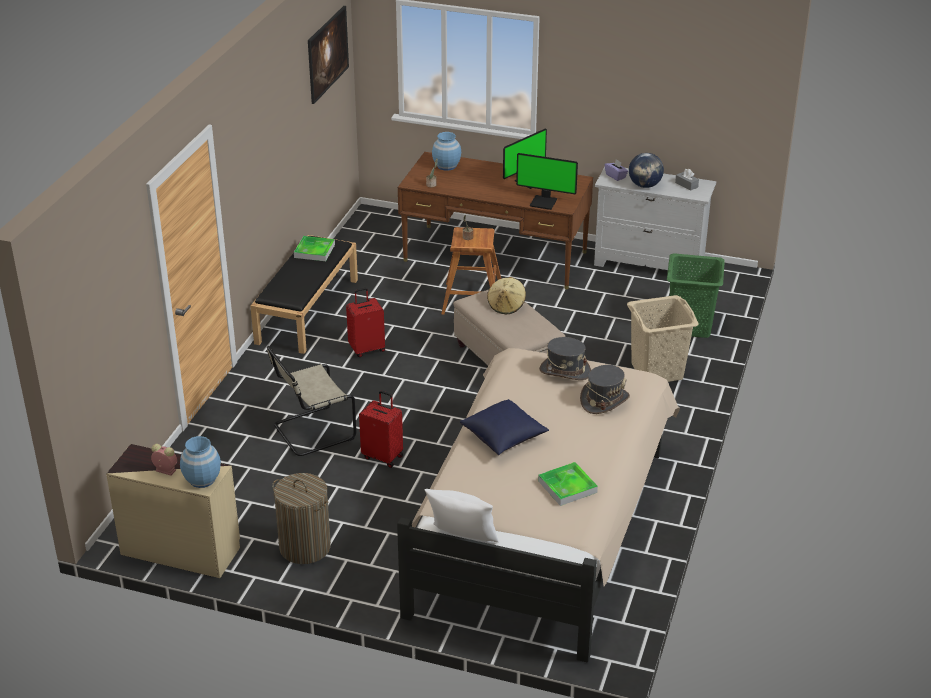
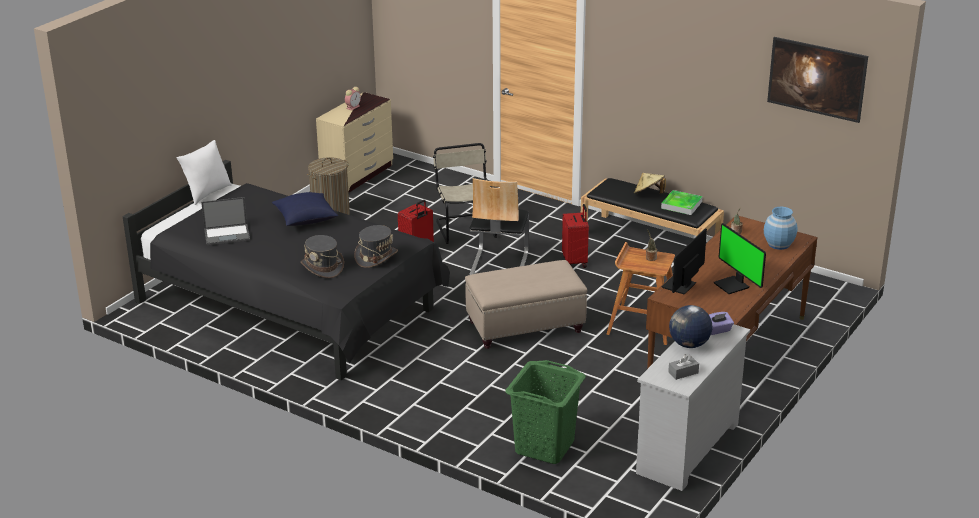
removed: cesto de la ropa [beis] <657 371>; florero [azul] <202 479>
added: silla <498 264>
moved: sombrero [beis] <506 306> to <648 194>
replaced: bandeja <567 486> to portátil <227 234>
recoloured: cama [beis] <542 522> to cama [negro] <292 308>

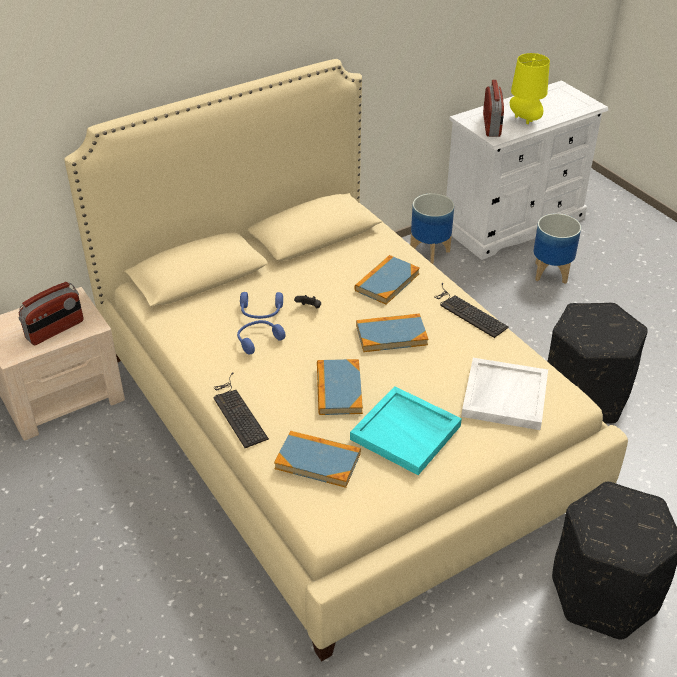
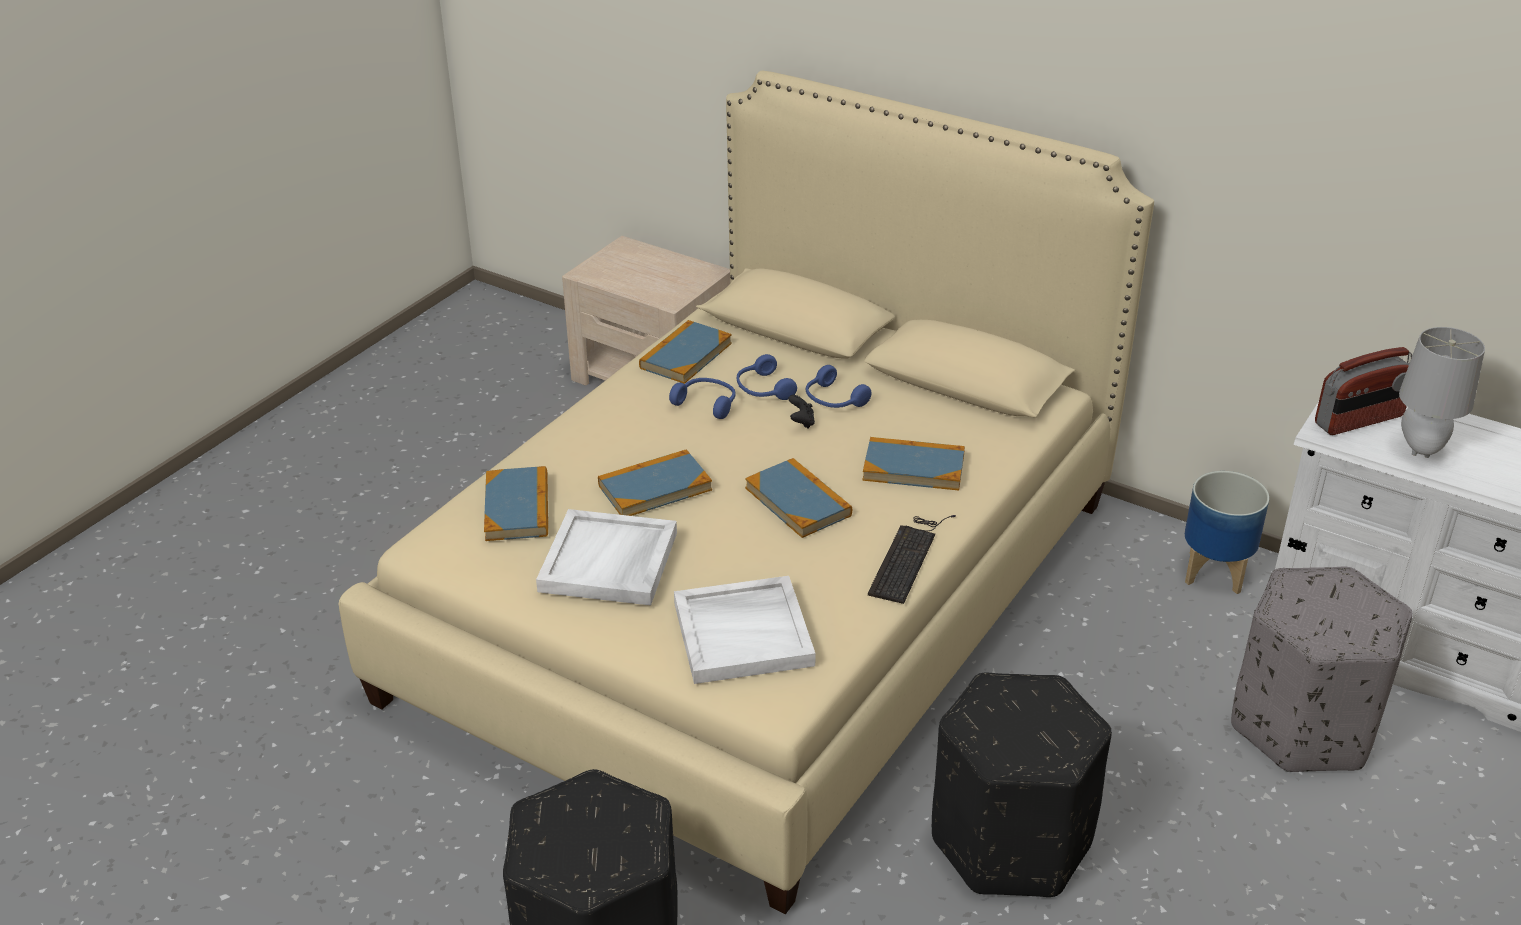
removed: radio <55 330>; teclado <237 411>
added: libro <685 355>; auriculares [azul] <833 400>
replaced: maceta <550 272> to puf [gris] <1304 725>
recoloured: lámpara de mesa [amarillo] <525 120> to lámpara de mesa [gris] <1421 449>; bandeja [turquesa] <406 432> to bandeja [blanco] <609 563>

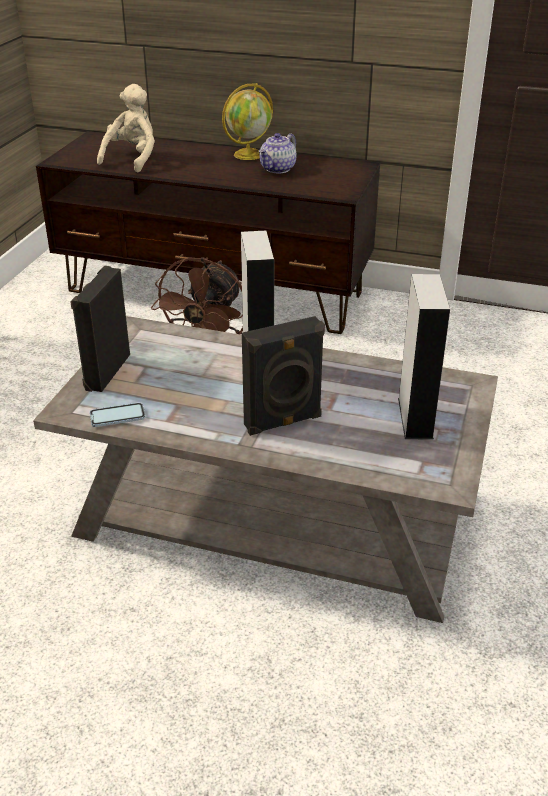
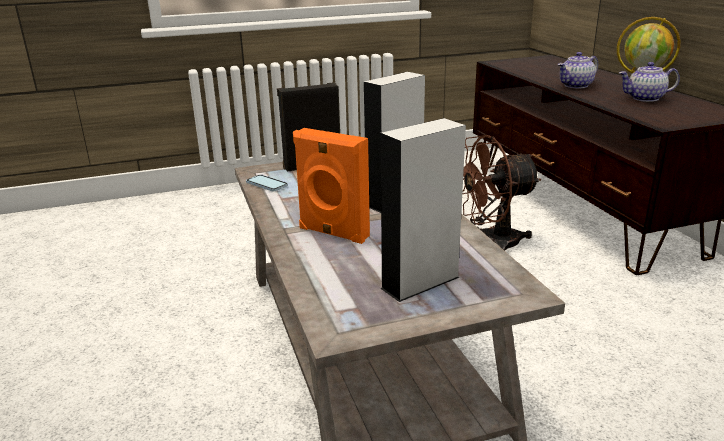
removed: peluche [beis] <132 159>
added: tetera <576 86>
recoloured: altavoz [negro] <283 422> to altavoz [naranja] <332 233>

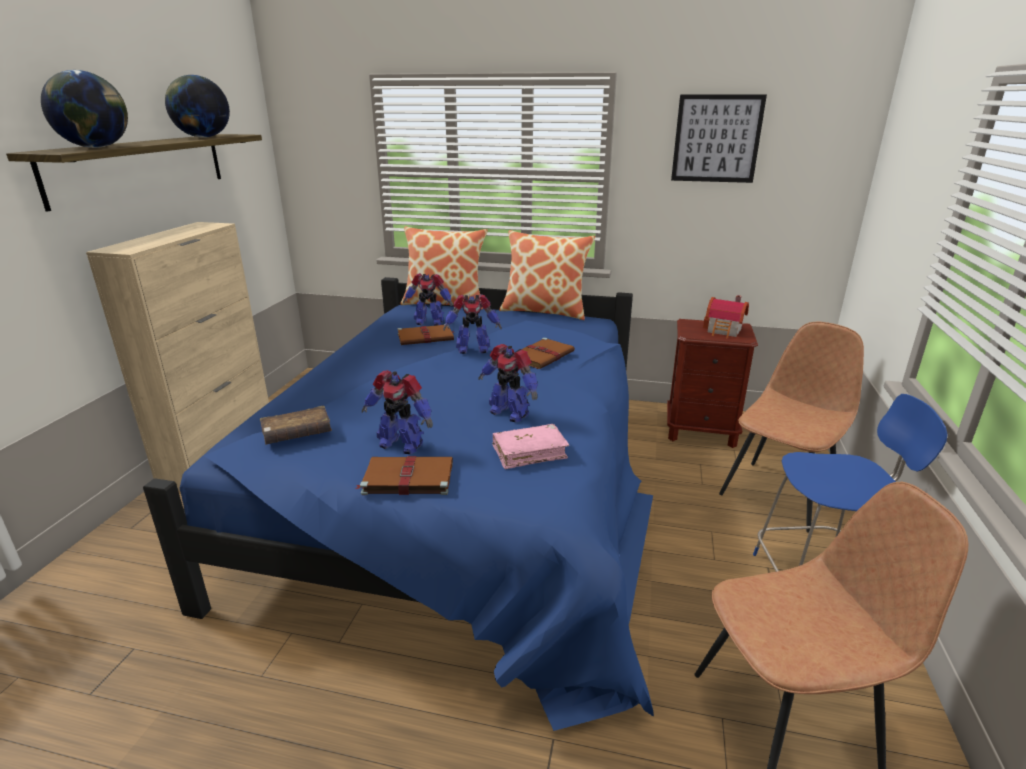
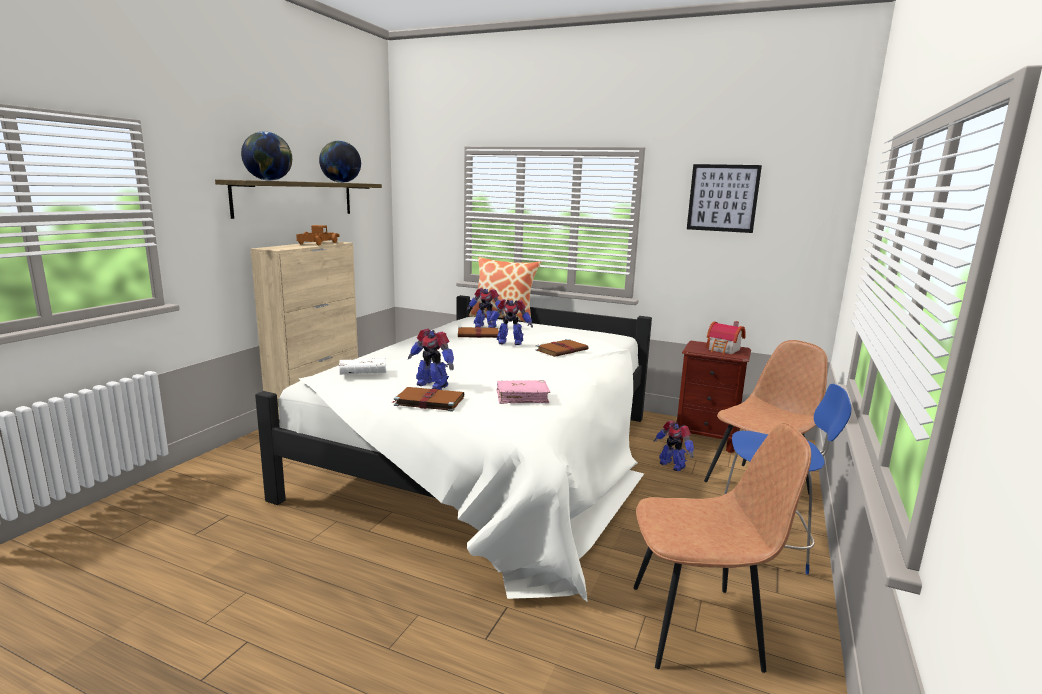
removed: cojín <545 311>
added: camión de juguete <317 243>
moved: robot de juguete <509 413> to <672 465>
recoloured: cama [azul] <466 498> to cama [blanco] <492 460>; libro [marrón] <297 434> to libro [blanco] <363 373>

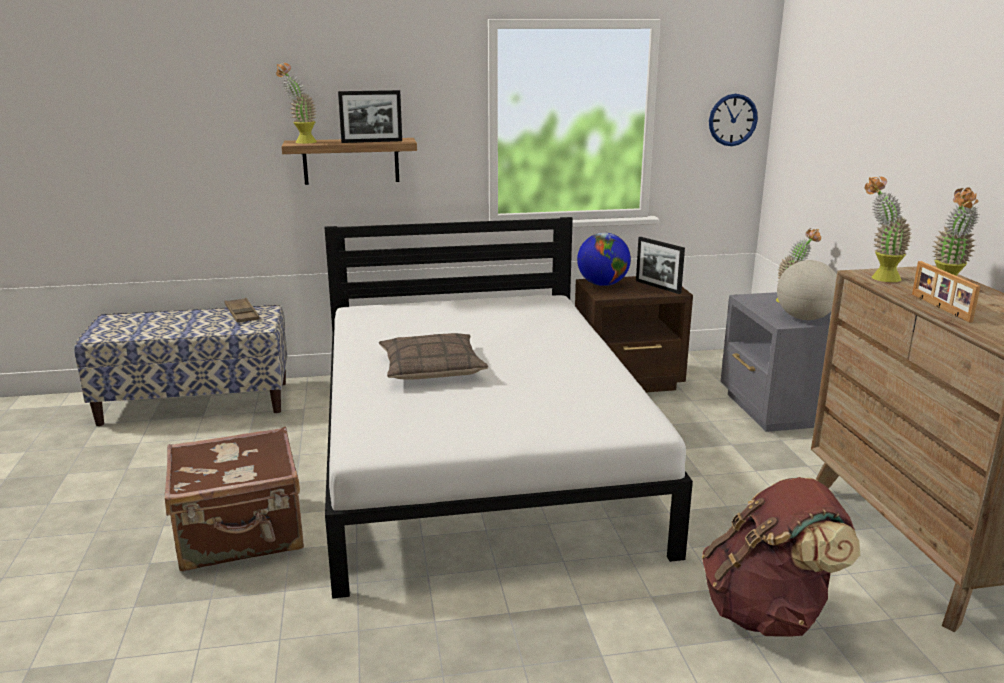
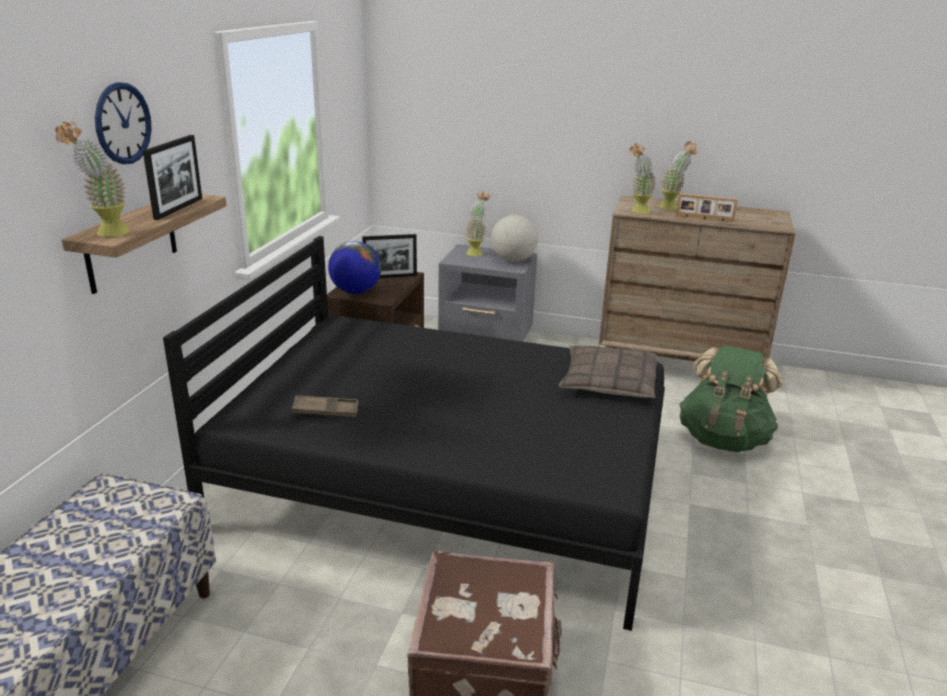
moved: reloj de pared <732 120> to <123 123>; bandeja [marrón] <242 314> to <325 411>; cojín <431 368> to <608 382>
recoloured: cama [blanco] <478 457> to cama [negro] <447 484>; mochila [marrón] <768 612> to mochila [verde] <723 439>

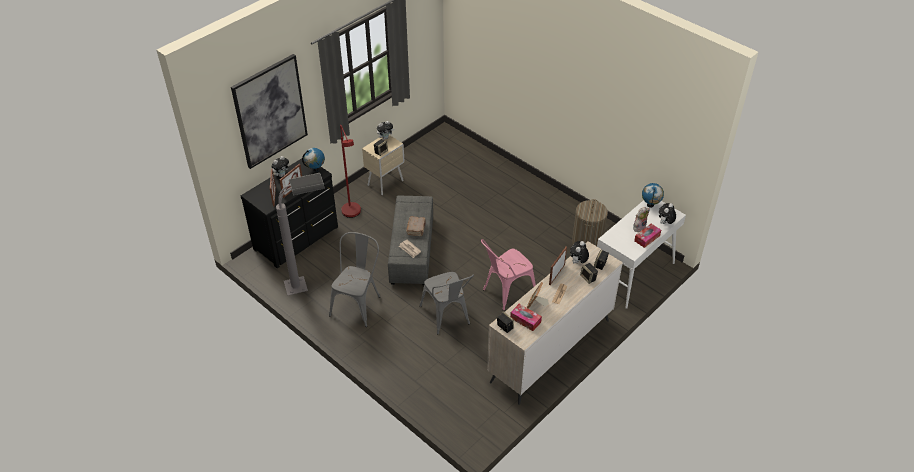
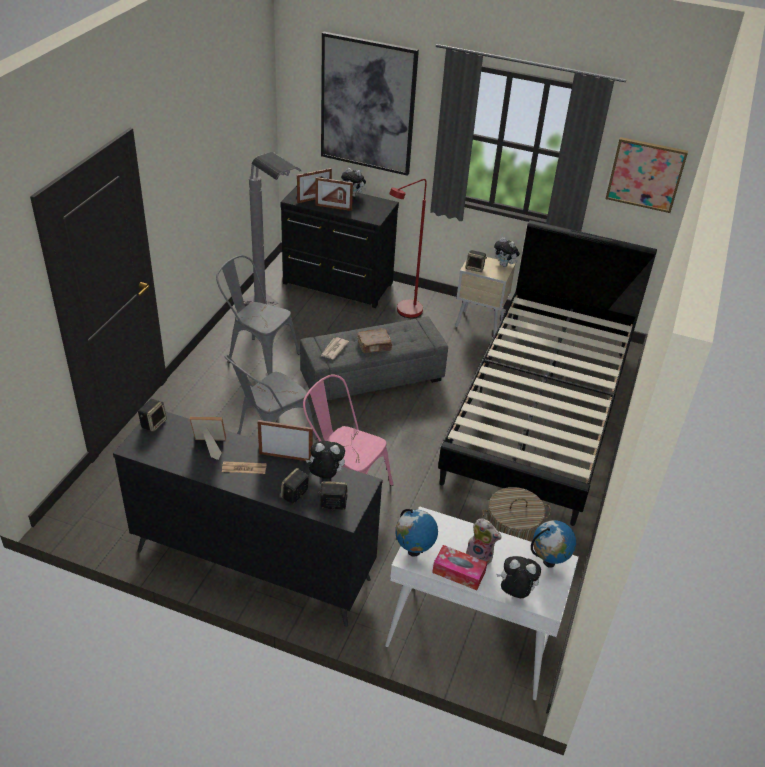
removed: caja de pañuelos <525 320>
added: cuadro <645 174>; cama [negro] <540 412>
moved: globo terráqueo <315 170> to <414 551>
recoloured: cómoda [beis] <550 350> to cómoda [negro] <252 564>
turned: silla [gris] <358 303> = <258 356> 150 degrees counterclockwise

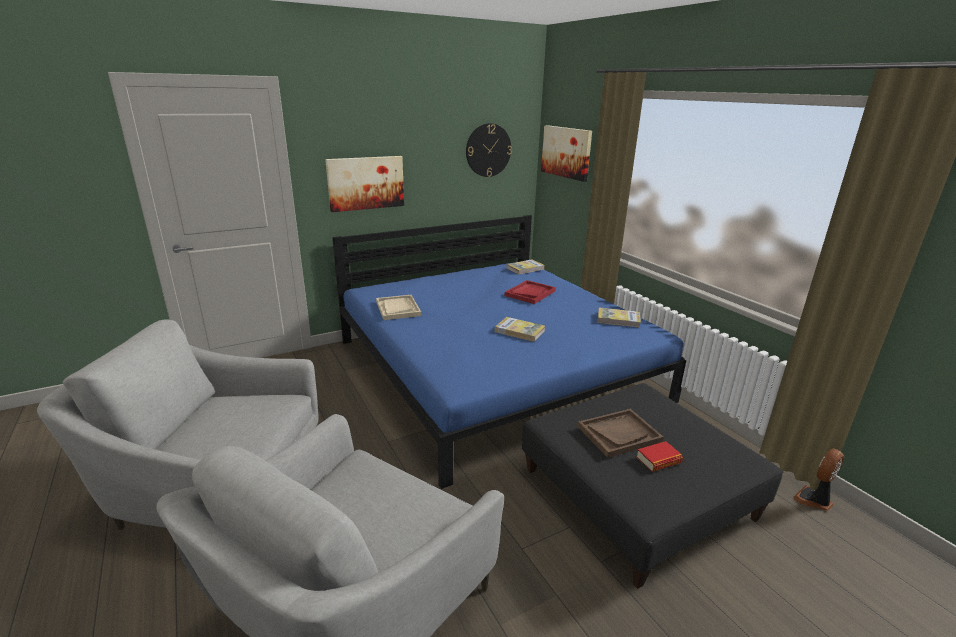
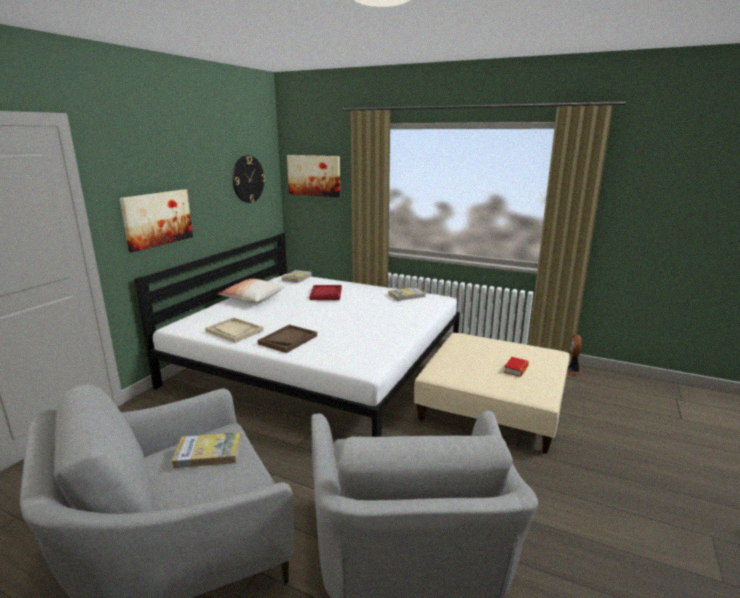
added: cojín <252 299>
moved: libro <519 331> to <208 452>; bandeja [marrón] <619 434> to <288 340>
recoloured: cama [azul] <495 369> to cama [blanco] <319 364>; puf [negro] <636 493> to puf [beis] <492 405>

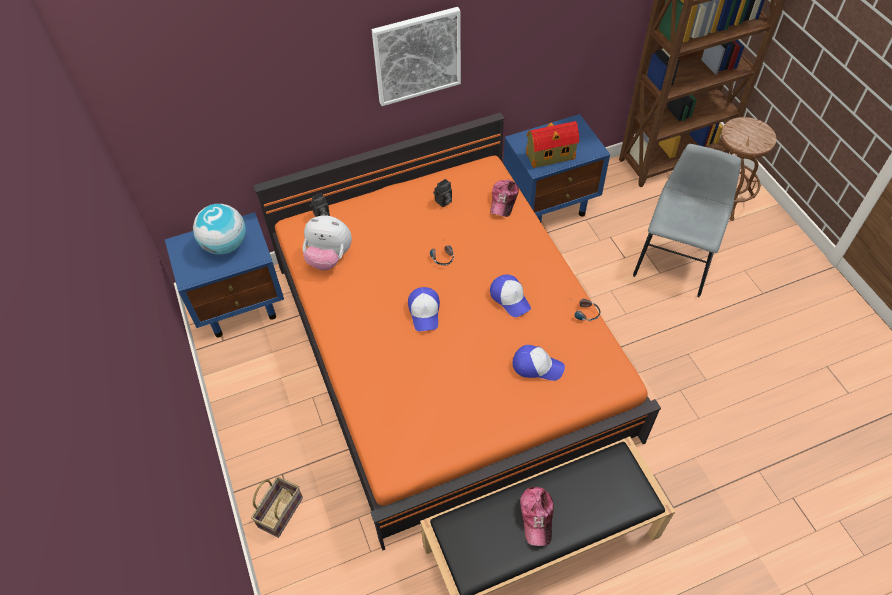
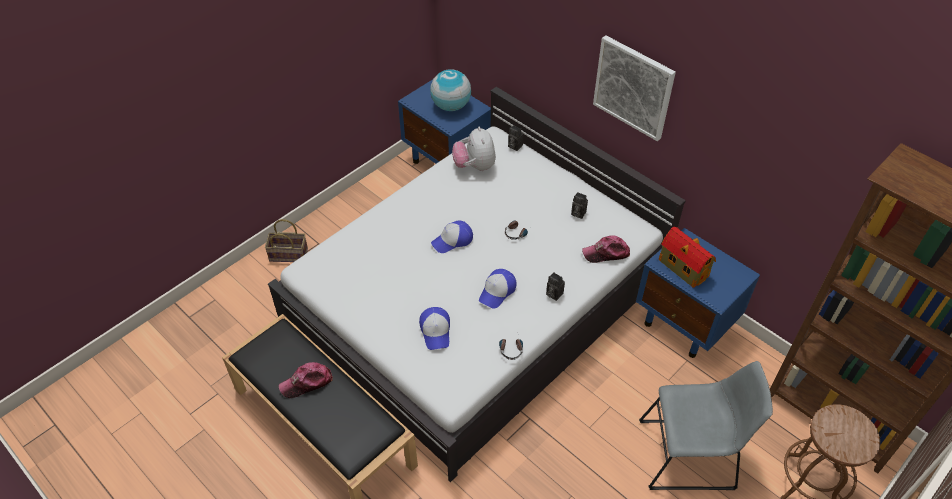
added: cámara <553 294>
recoloured: cama [naranja] <447 347> to cama [blanco] <477 301>

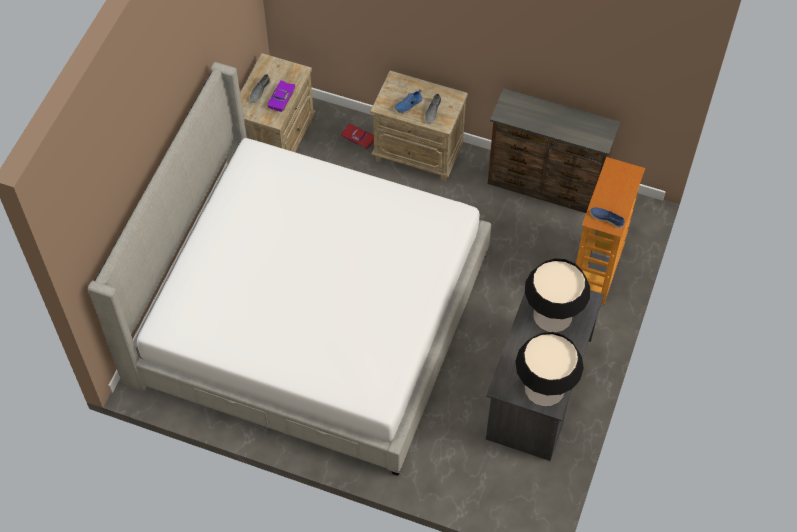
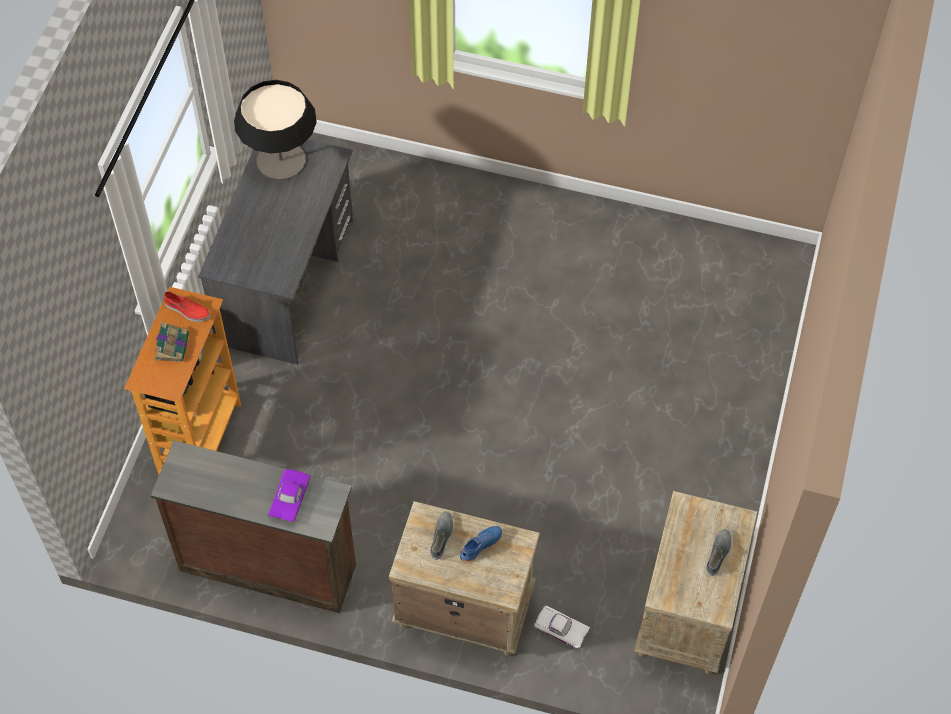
removed: cama <310 316>; lámpara de mesa <552 315>
added: libro <172 346>
moved: coche de juguete [morado] <282 99> to <288 498>
recoloured: coche de juguete [rojo] <358 137> to coche de juguete [blanco] <560 631>; zapato [azul] <606 218> to zapato [rojo] <187 310>

